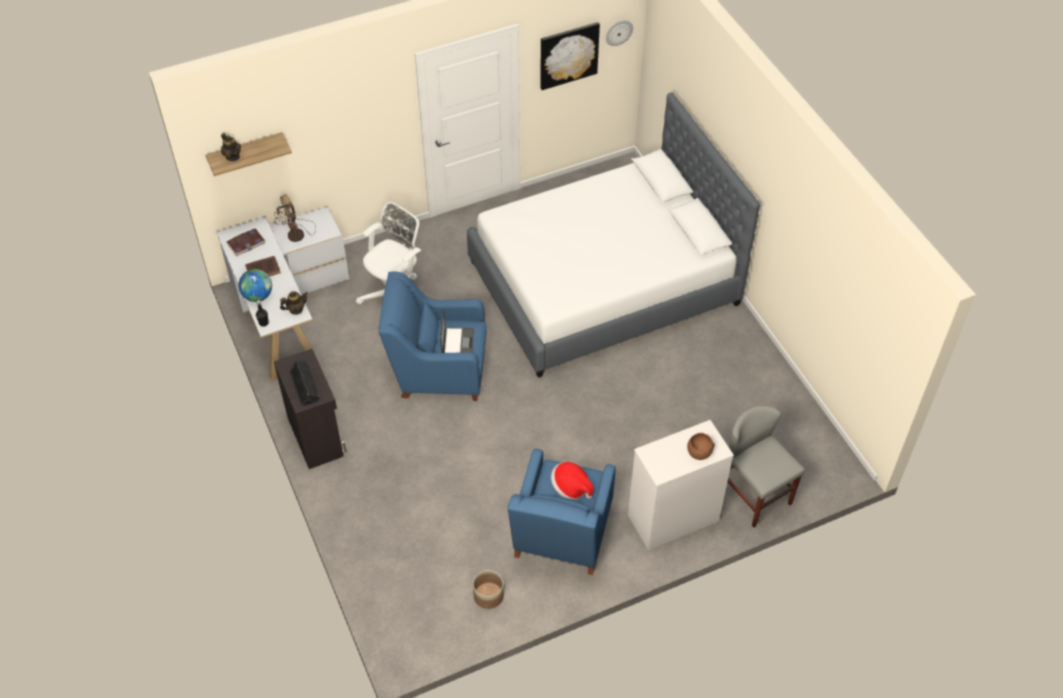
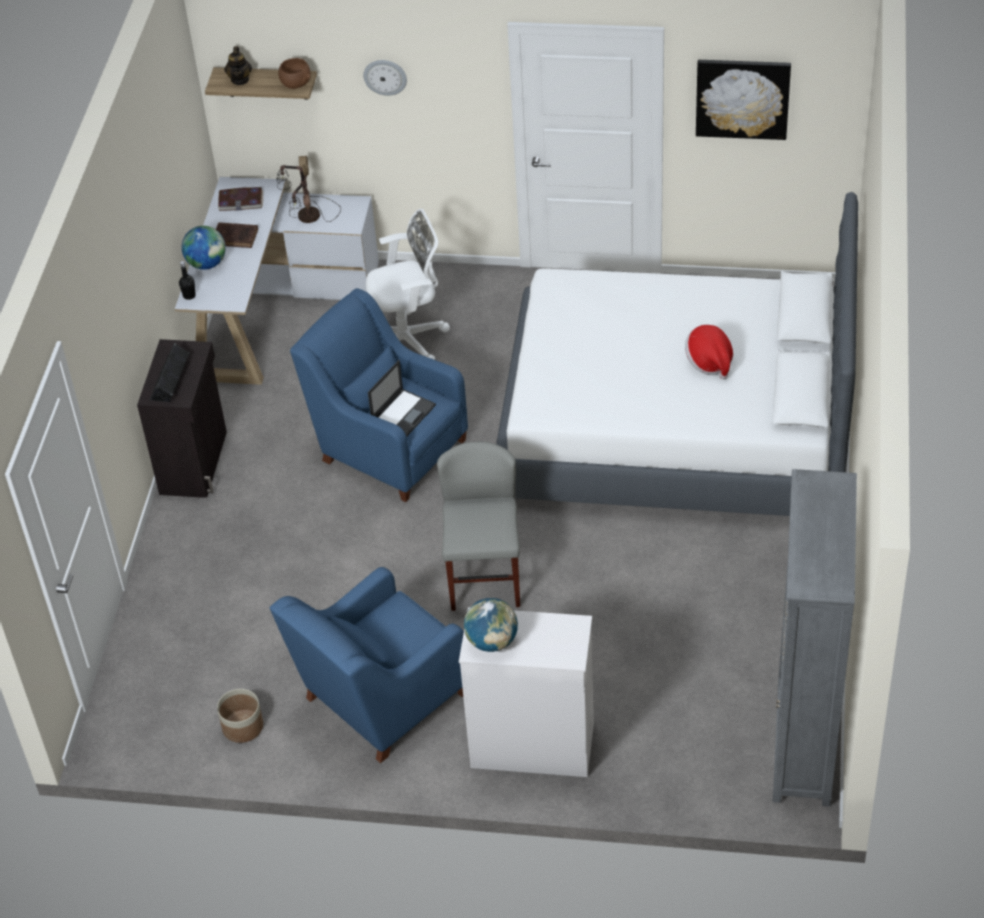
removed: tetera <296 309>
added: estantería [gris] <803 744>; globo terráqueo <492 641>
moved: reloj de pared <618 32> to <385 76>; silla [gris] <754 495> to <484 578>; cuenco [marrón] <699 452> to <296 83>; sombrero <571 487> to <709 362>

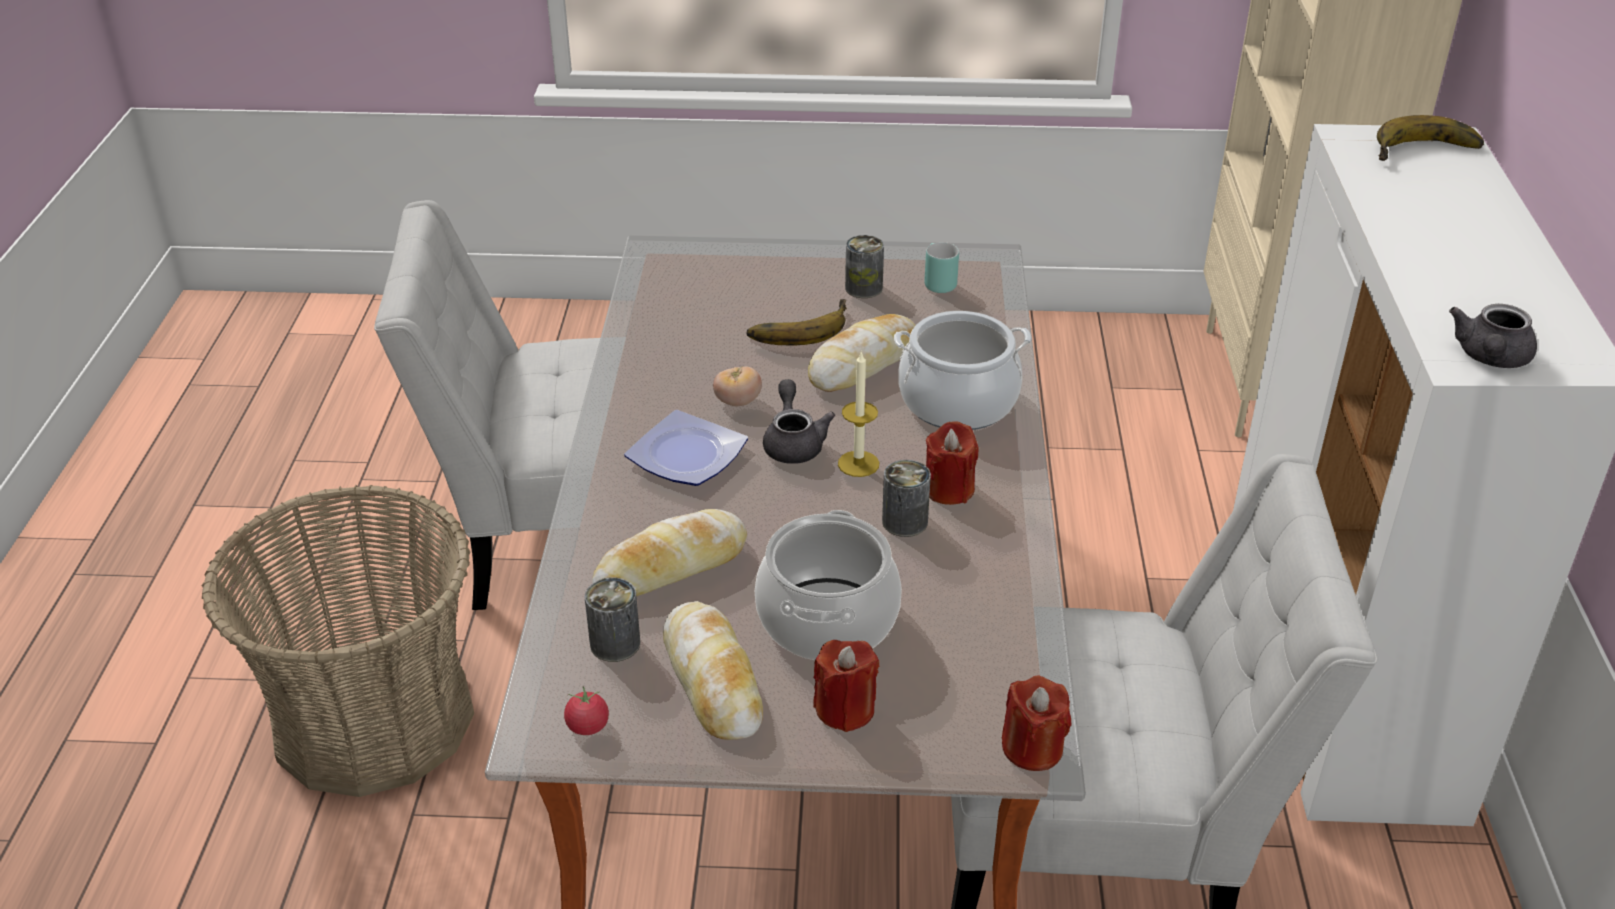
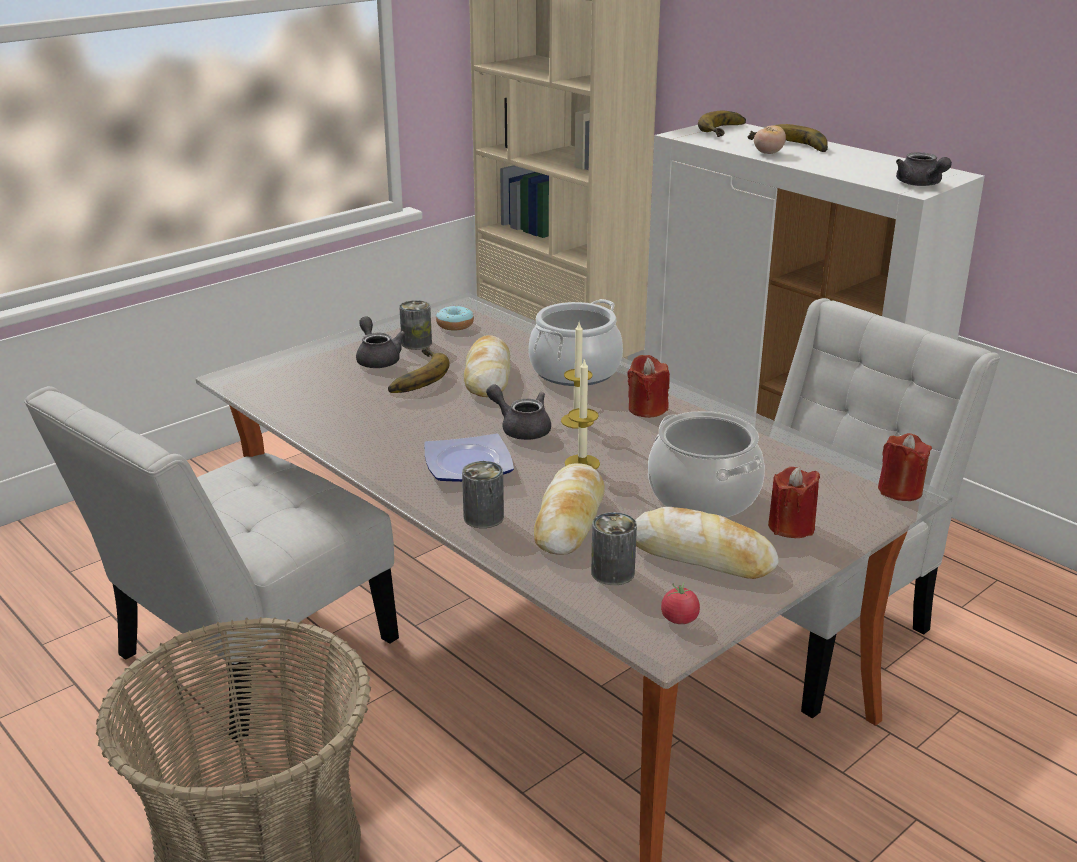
added: plátano <789 147>; tetera [gris] <377 359>; vela <582 463>
moved: tomate <737 402> to <768 153>; lata <905 521> to <483 517>
replaced: taza grande [turquesa] <935 282> to rosquilla <455 325>

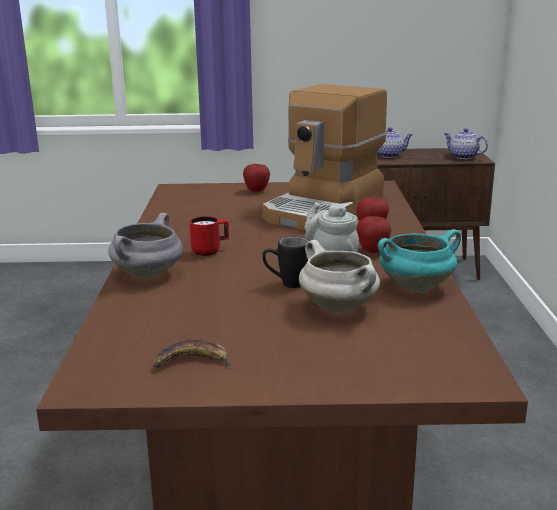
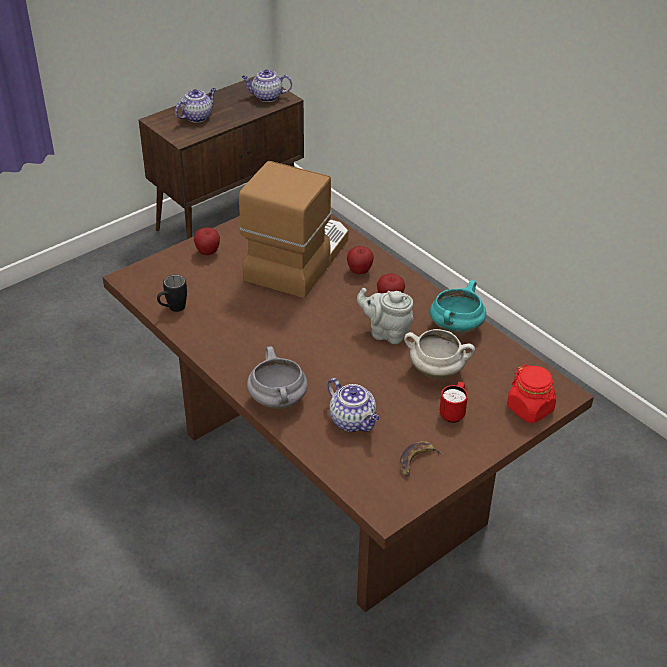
added: tarro [rojo] <530 409>; tetera <353 421>
moved: taza grande [rojo] <210 251> to <453 412>; taza grande [negro] <286 284> to <173 309>
turned: cafetera <325 209> = <296 258> 150 degrees counterclockwise

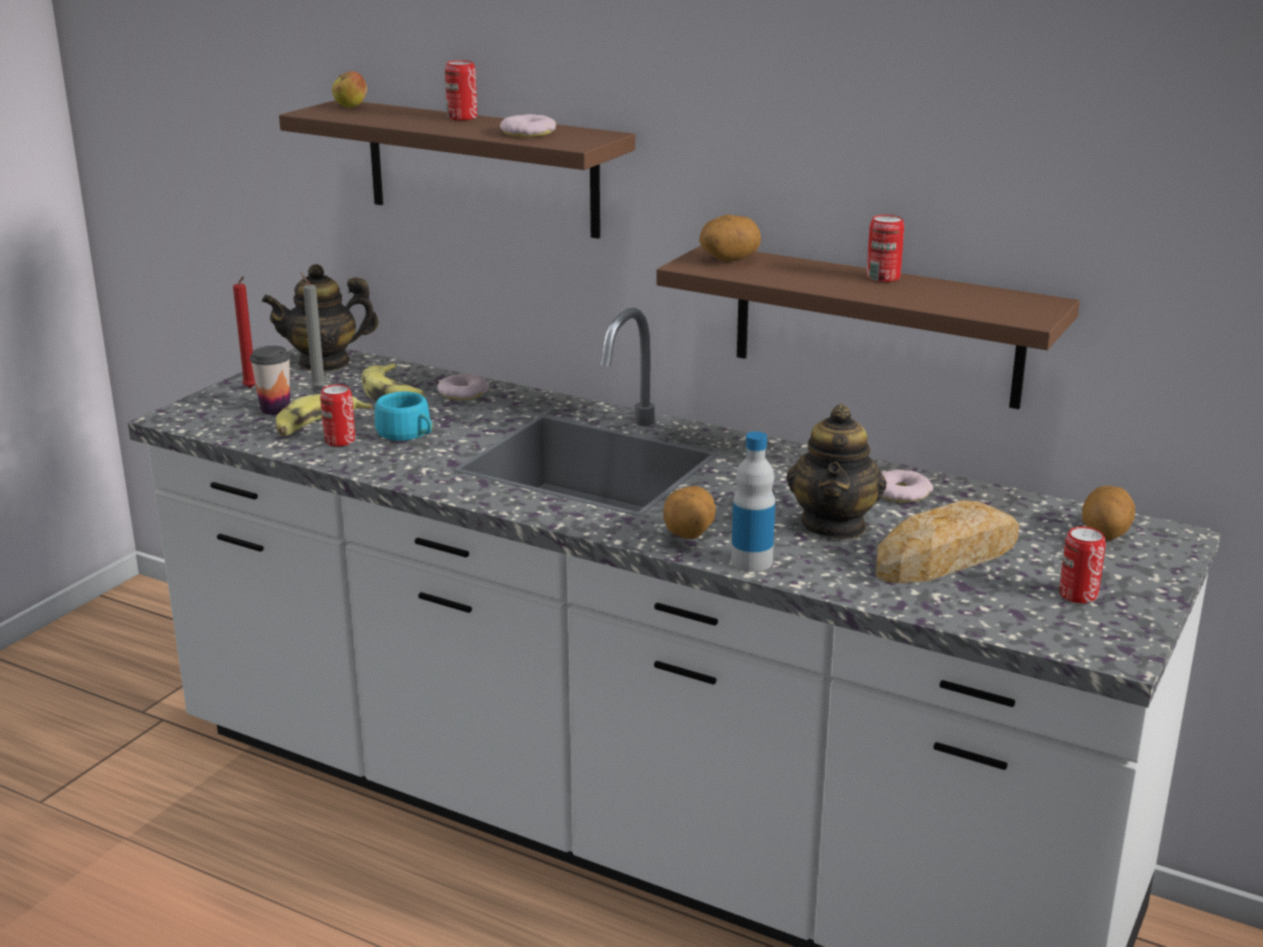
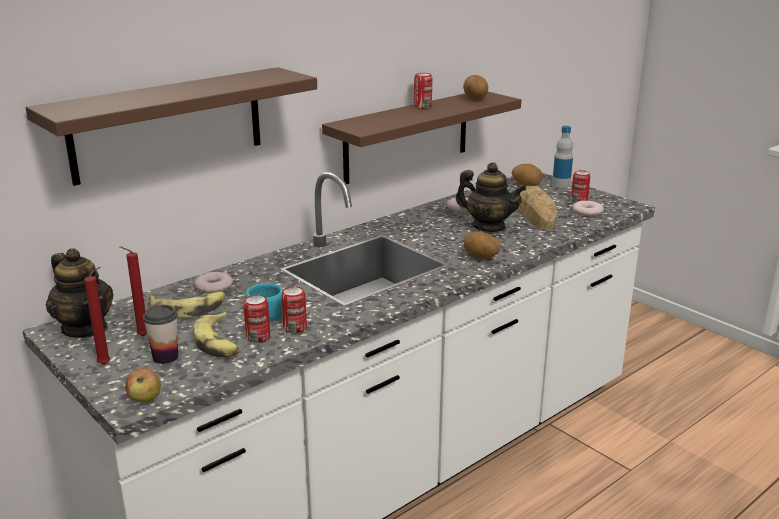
moved: lata <462 117> to <295 328>; manzana <351 107> to <145 399>; rosquilla <528 133> to <587 212>; patata <729 260> to <475 99>; botella <751 561> to <561 184>
recoloured: vela [gris] <317 389> to vela [rojo] <141 336>
turned: tetera <324 362> = <85 328> 45 degrees counterclockwise

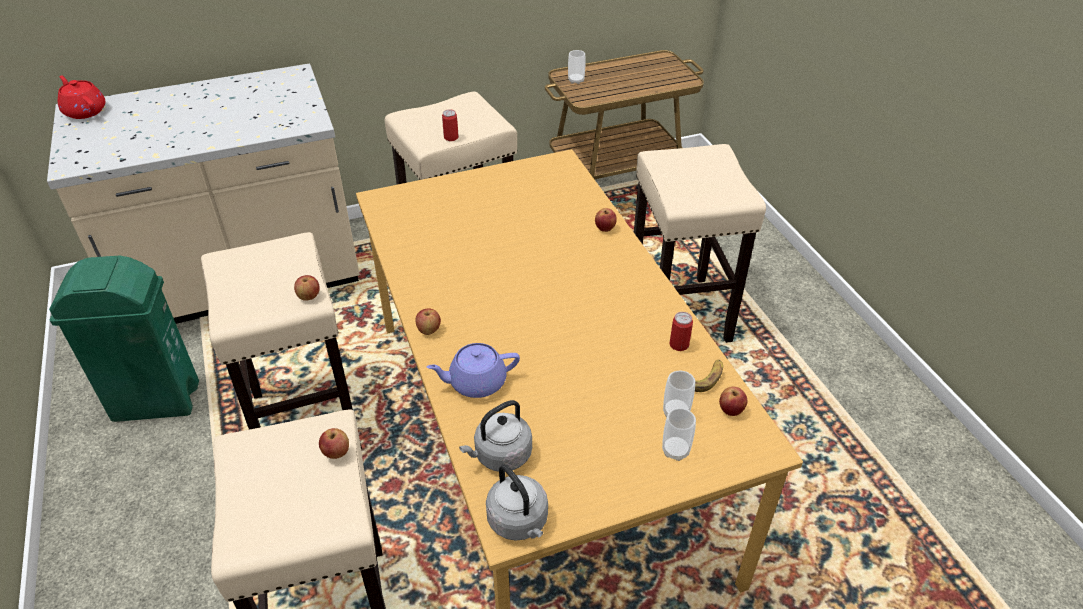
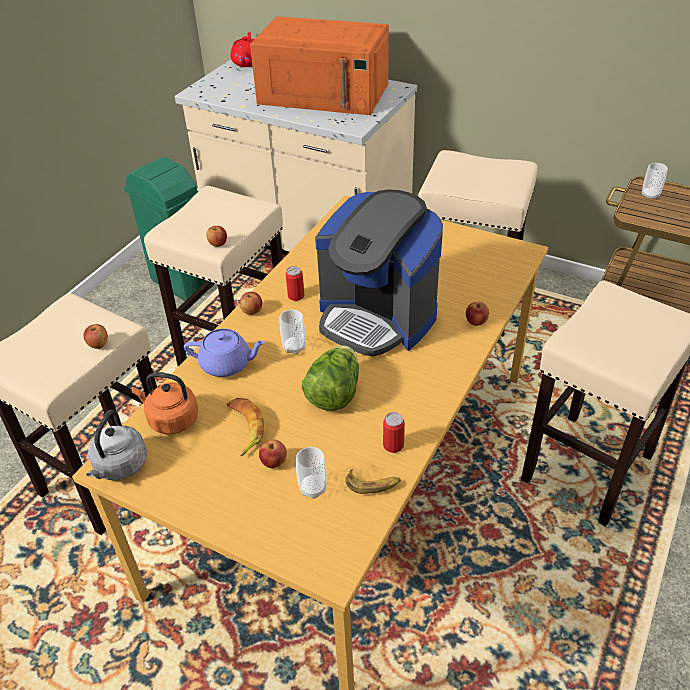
added: microondas [naranja] <324 93>; cafetera <377 317>; lechuga <334 393>; plátano <244 428>
moved: lata <451 137> to <296 296>; manzana <731 410> to <274 462>; taza <675 450> to <294 347>
recoloured: hervidor [gris] <500 455> to hervidor [naranja] <171 419>
turned: tetera [morado] <476 382> = <227 364> 150 degrees clockwise

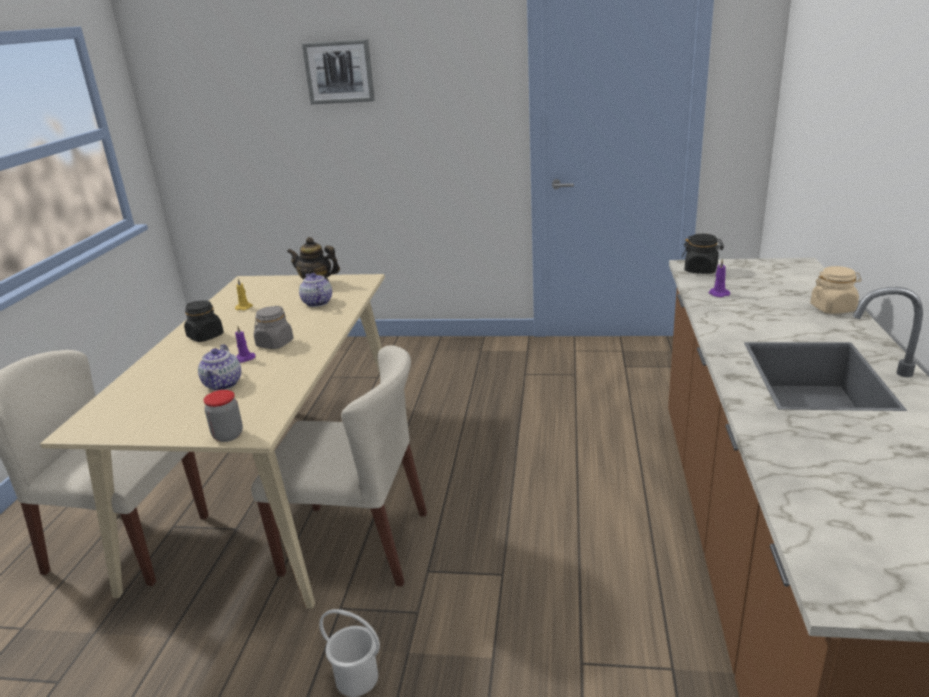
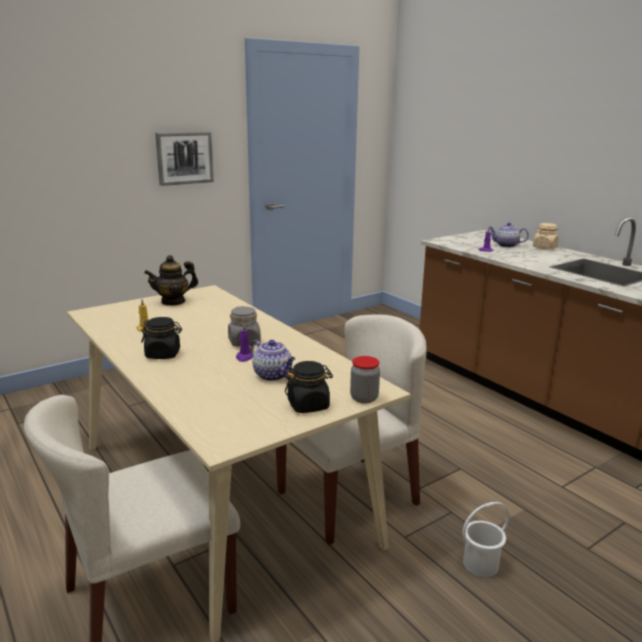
moved: cuadro <339 72> to <184 158>; tarro [negro] <701 270> to <308 405>; tetera <317 302> to <506 245>

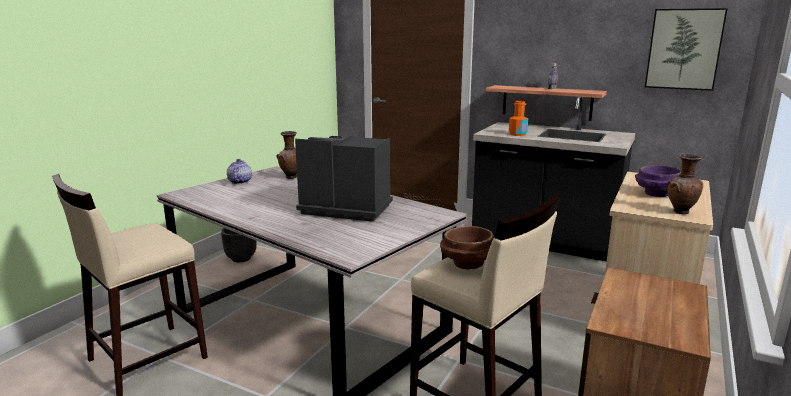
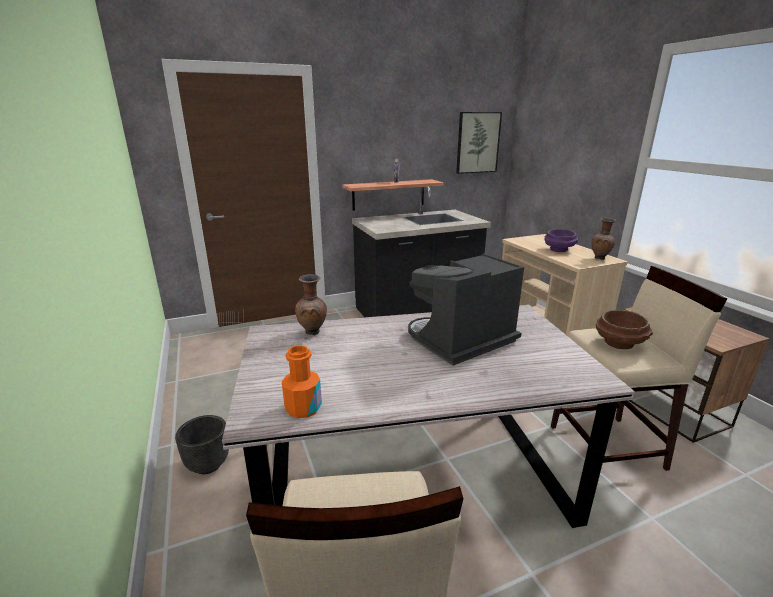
removed: tetera <239 182>
moved: botella [naranja] <517 134> to <303 408>

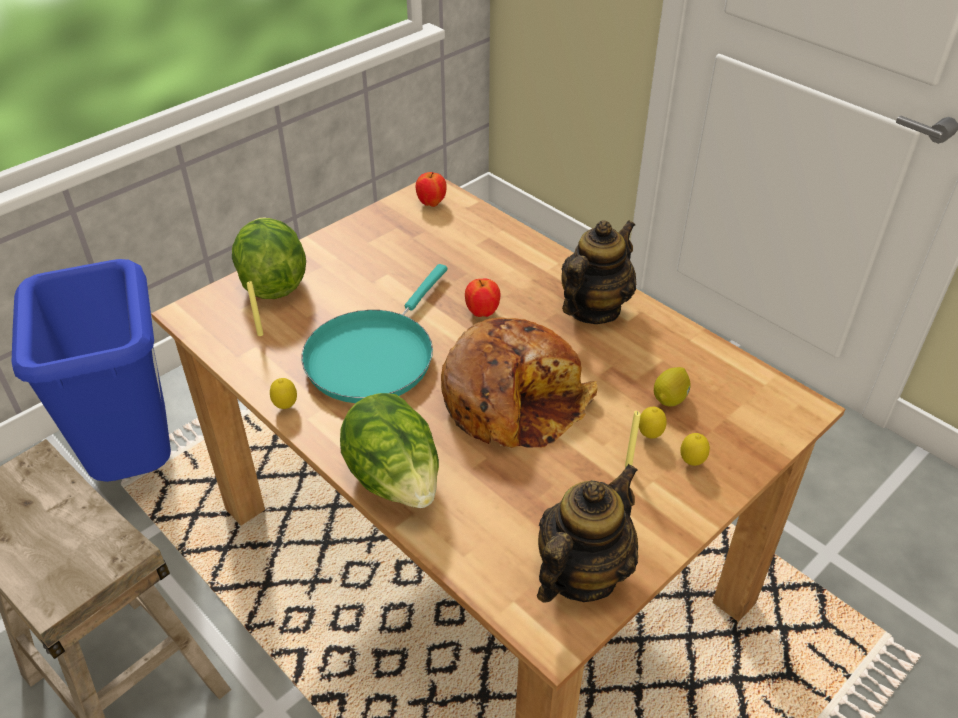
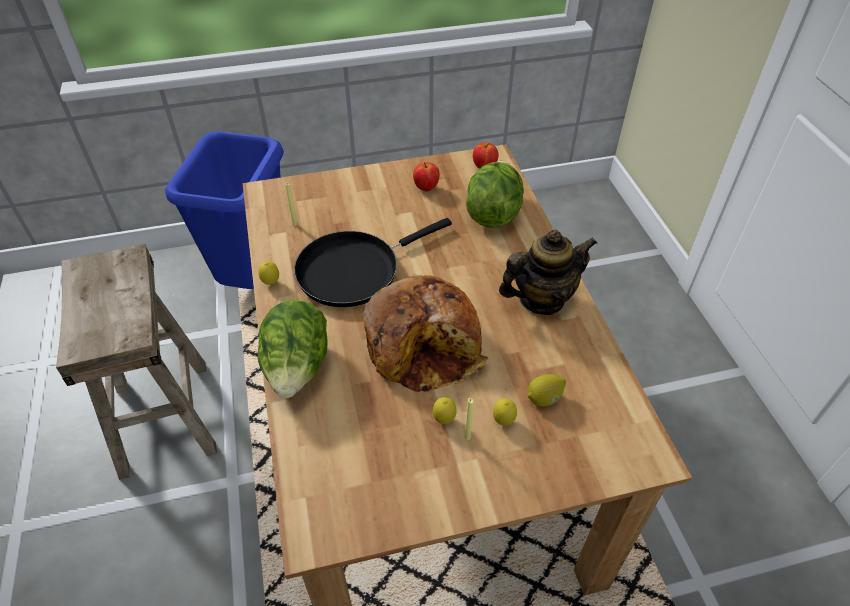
removed: tetera <581 574>
moved: lechuga <272 281> to <493 212>; manzana <482 312> to <426 188>; limón <691 463> to <444 420>
recoloured: sartén [turquesa] <374 356> to sartén [negro] <354 270>

